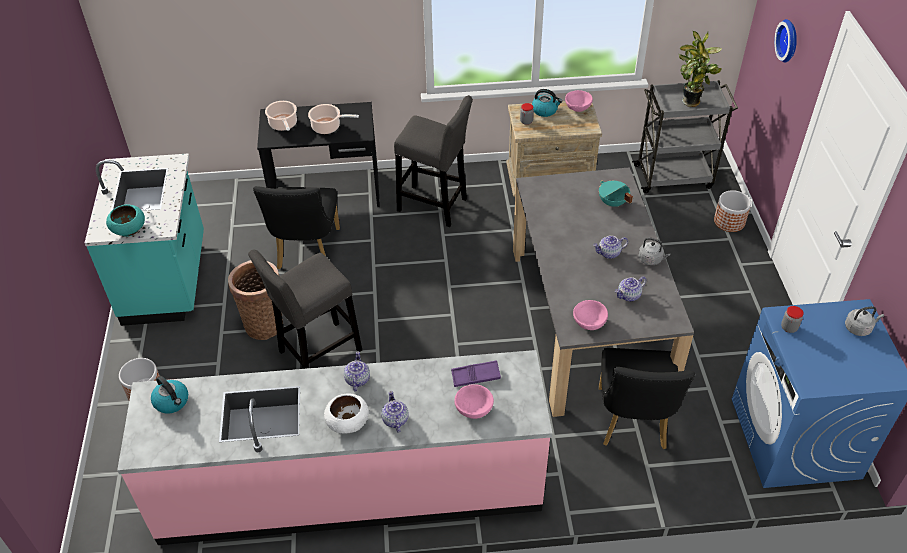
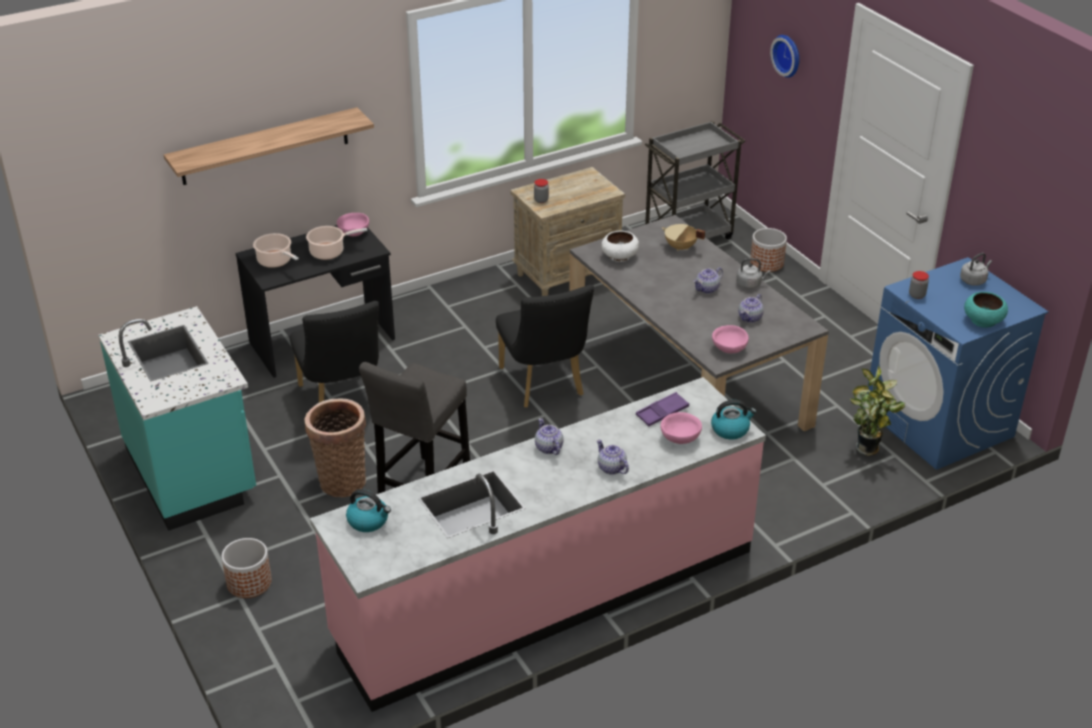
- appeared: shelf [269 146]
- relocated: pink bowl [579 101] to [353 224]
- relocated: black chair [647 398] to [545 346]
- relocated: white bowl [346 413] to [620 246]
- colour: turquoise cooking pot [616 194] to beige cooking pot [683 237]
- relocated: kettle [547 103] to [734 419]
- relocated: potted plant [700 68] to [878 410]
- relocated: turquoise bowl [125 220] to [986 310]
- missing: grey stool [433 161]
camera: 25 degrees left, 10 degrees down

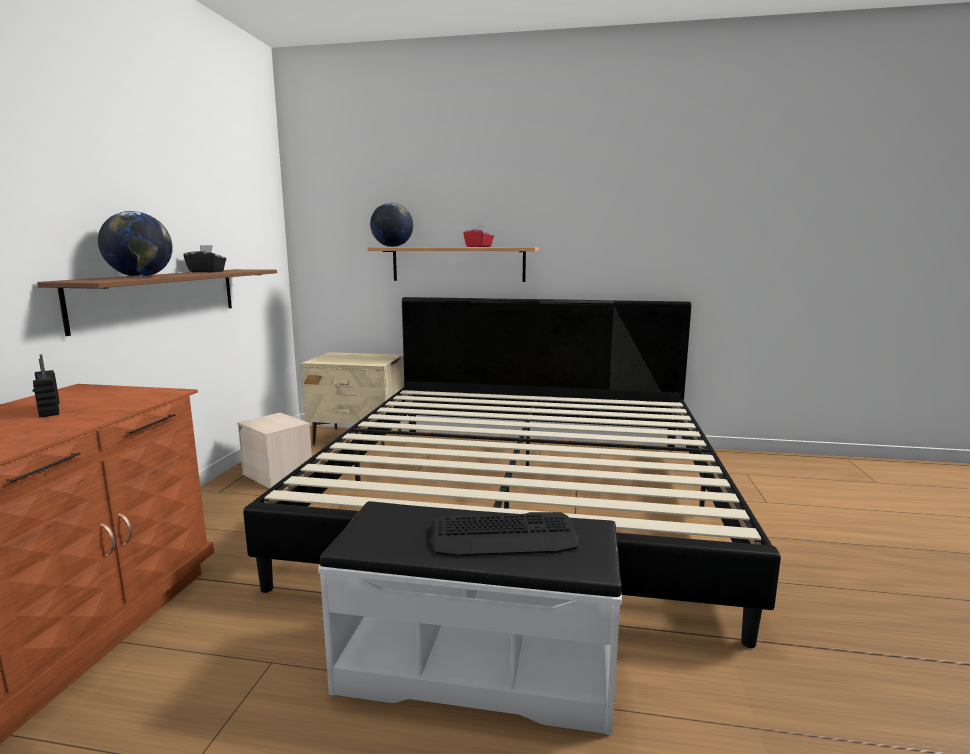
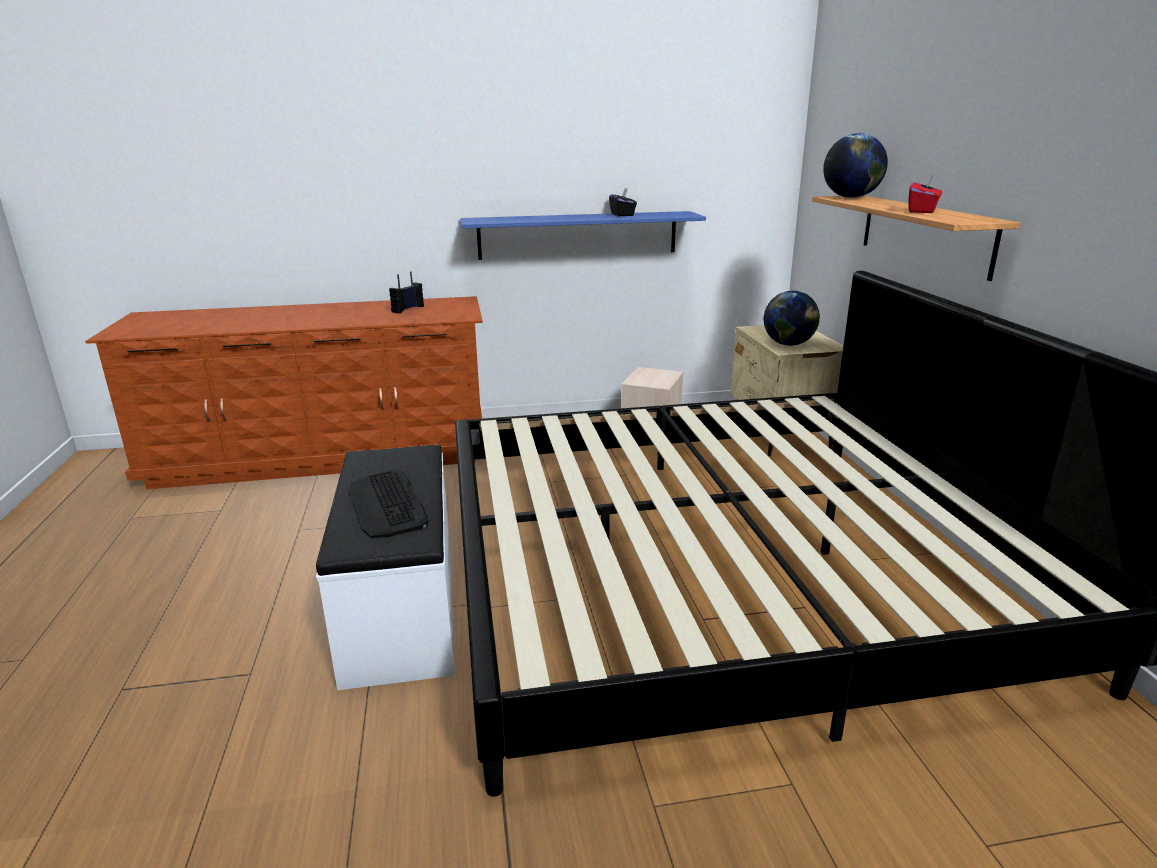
- colour: brown shelf [157 302] to blue shelf [583 235]
- relocated: globe [135 244] to [792 318]
camera: 70 degrees right, 10 degrees up

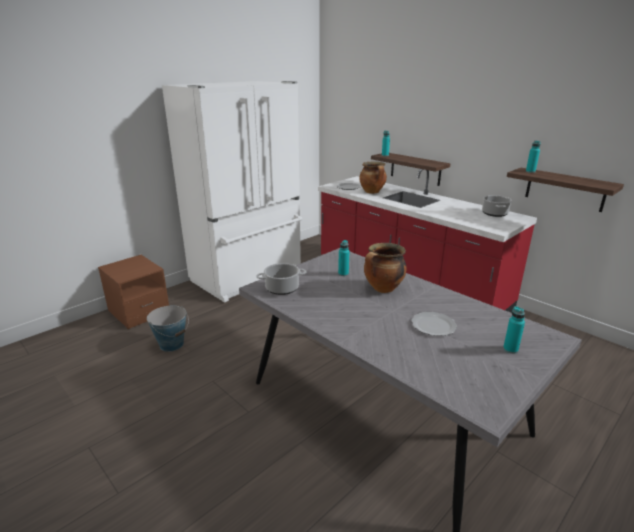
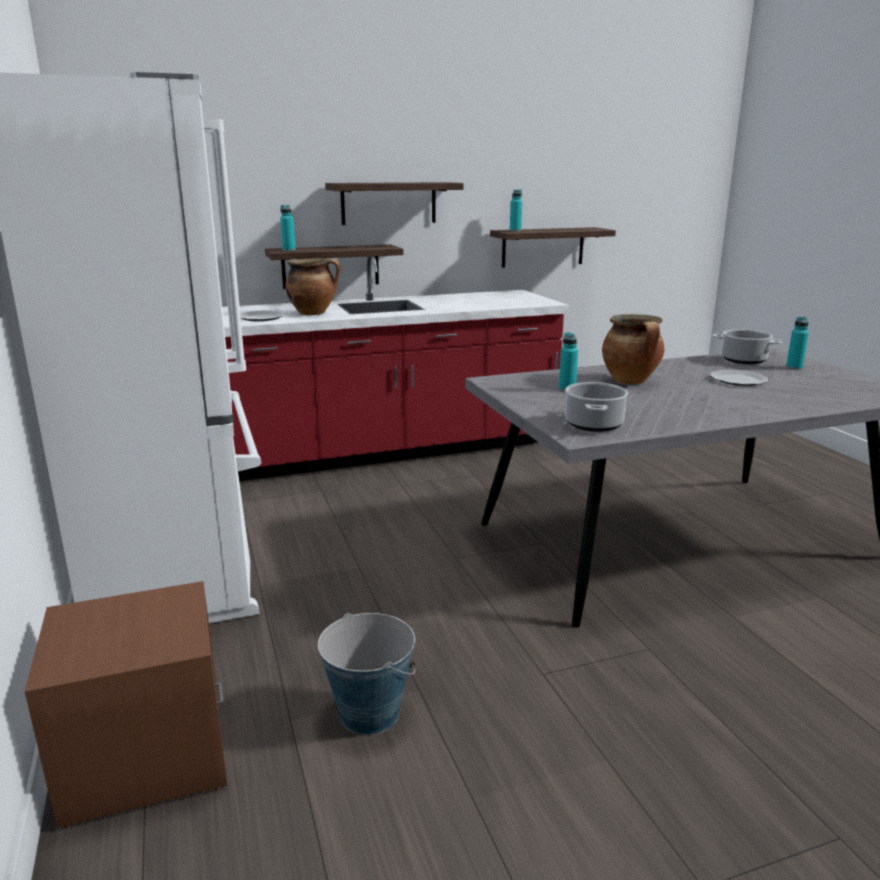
- appeared: shelf [394 203]
- relocated: cooking pot [497 206] to [747 346]
camera: 65 degrees left, 5 degrees down

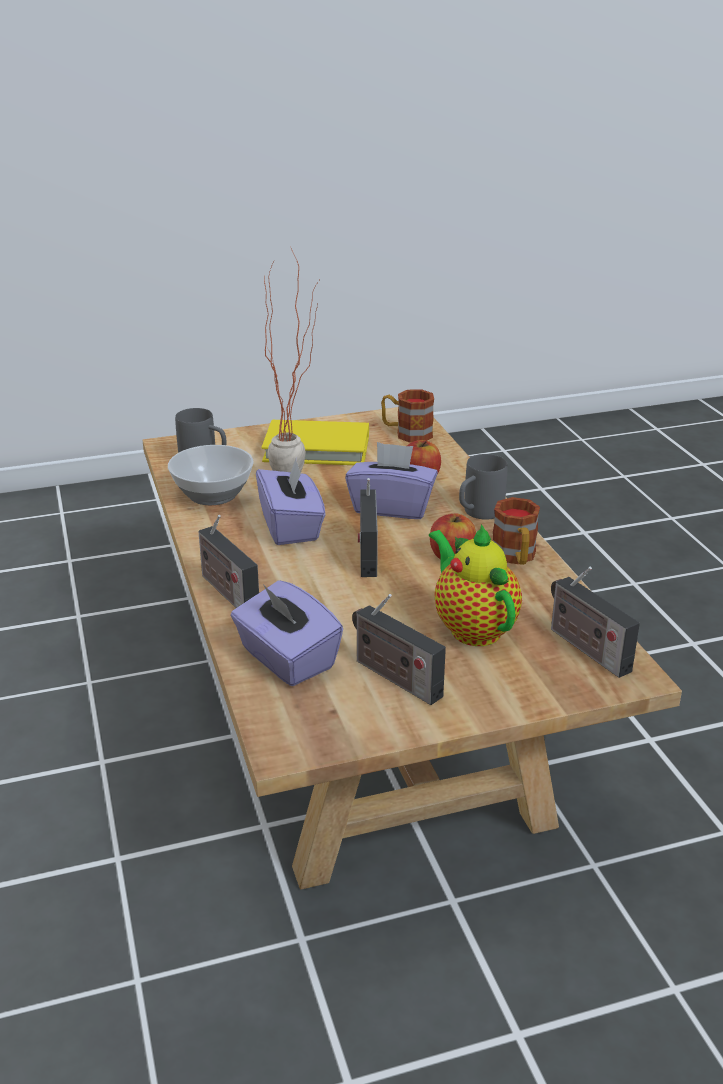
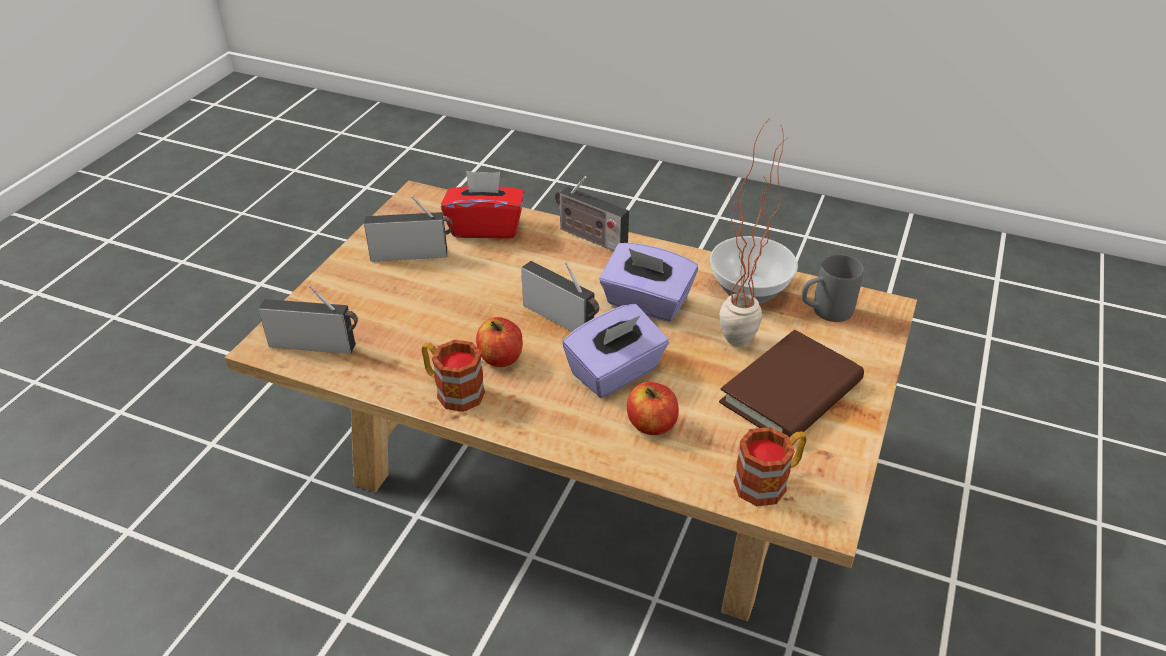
- colour: purple tissue box [287 633] to red tissue box [482 205]
- spun: radio [228 561] = [592 213] 150 degrees counterclockwise
- colour: yellow book [315 442] to brown book [791 384]
- missing: teapot [475 585]
- missing: grey mug [483 487]
camera: 130 degrees right, 10 degrees up

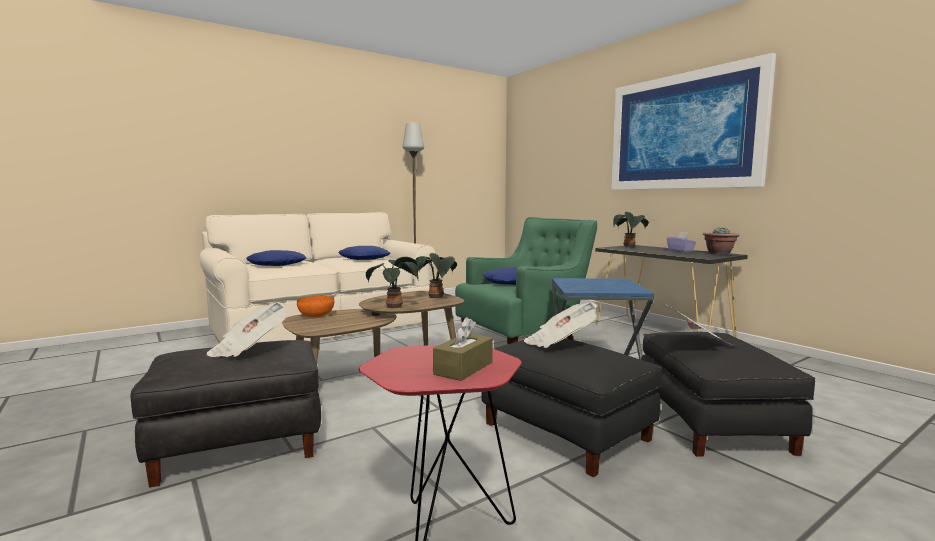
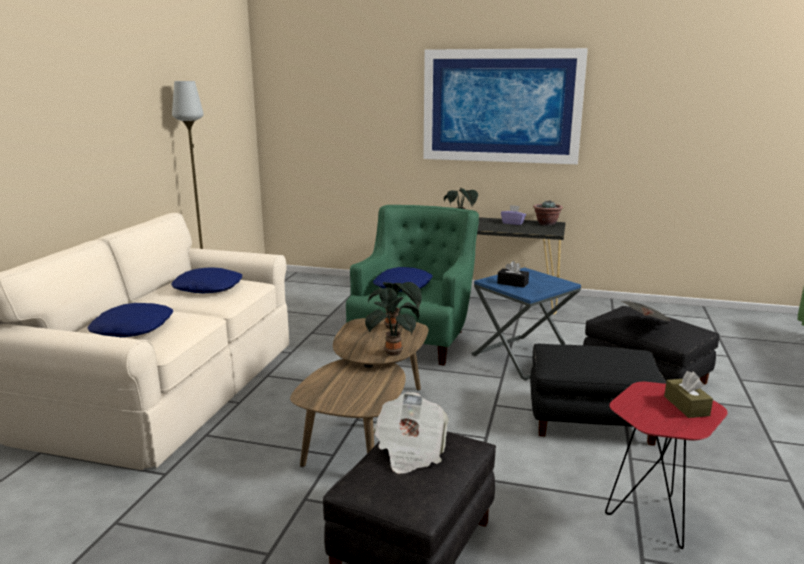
- appeared: black tissue box [513 274]
- missing: orange bowl [315 306]
- missing: newspaper [561 325]
camera: 40 degrees left, 10 degrees up

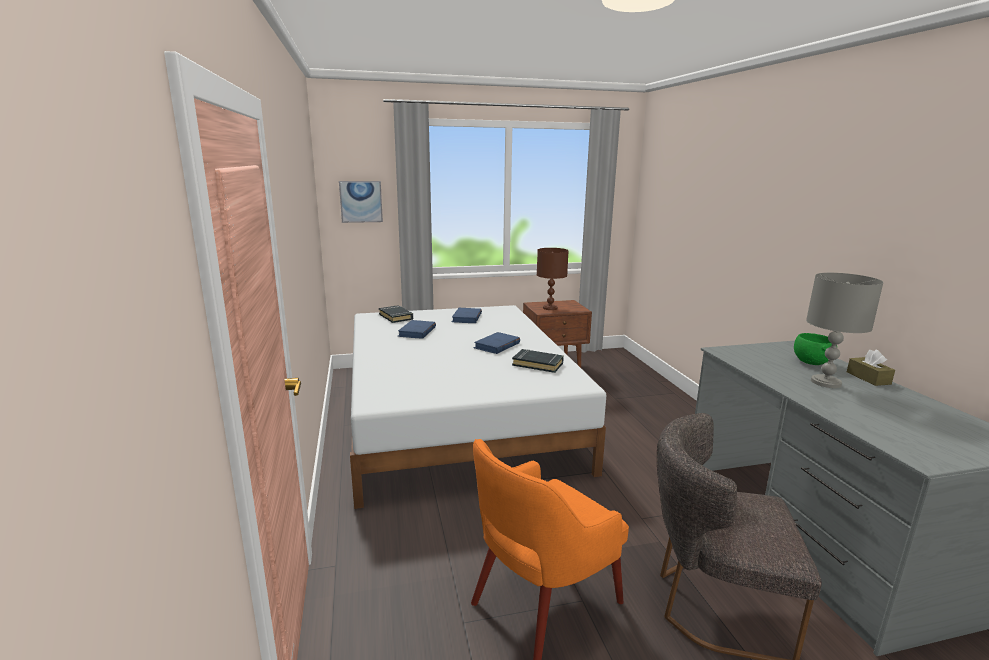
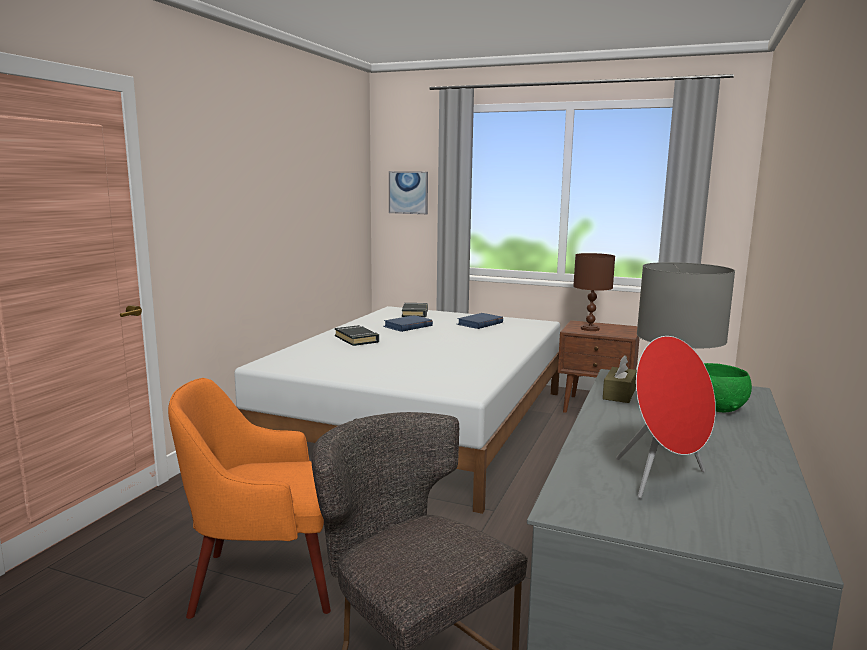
- relocated: black book [538 361] to [357 335]
- relocated: brown tissue box [871 368] to [620 379]
- appeared: red speaker [666 417]
- missing: blue book [496 343]
camera: 35 degrees right, 5 degrees down

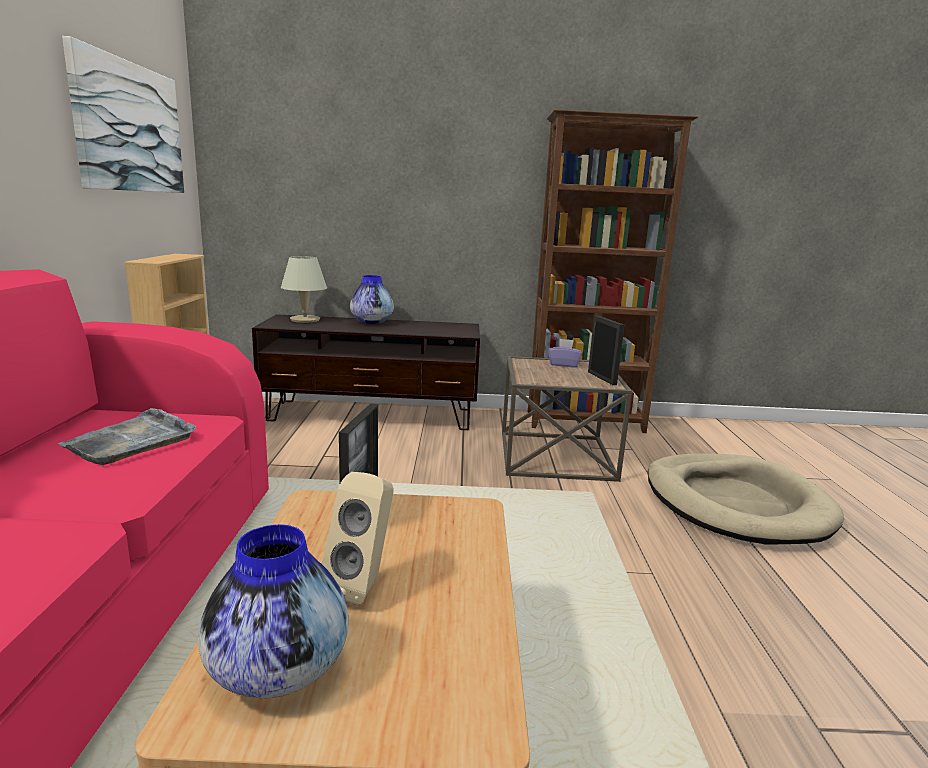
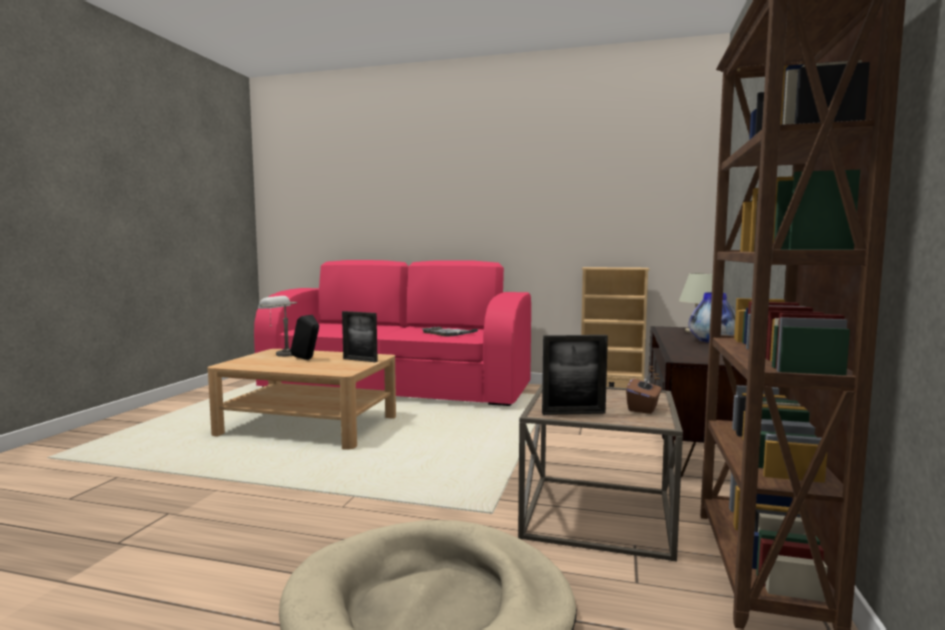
- exchanged: vase [273 611] to grey table lamp [277 326]
- colour: beige speaker [358 538] to black speaker [305 337]
- colour: purple tissue box [565 353] to brown tissue box [644 393]
- missing: picture [123 114]
camera: 105 degrees right, 10 degrees down

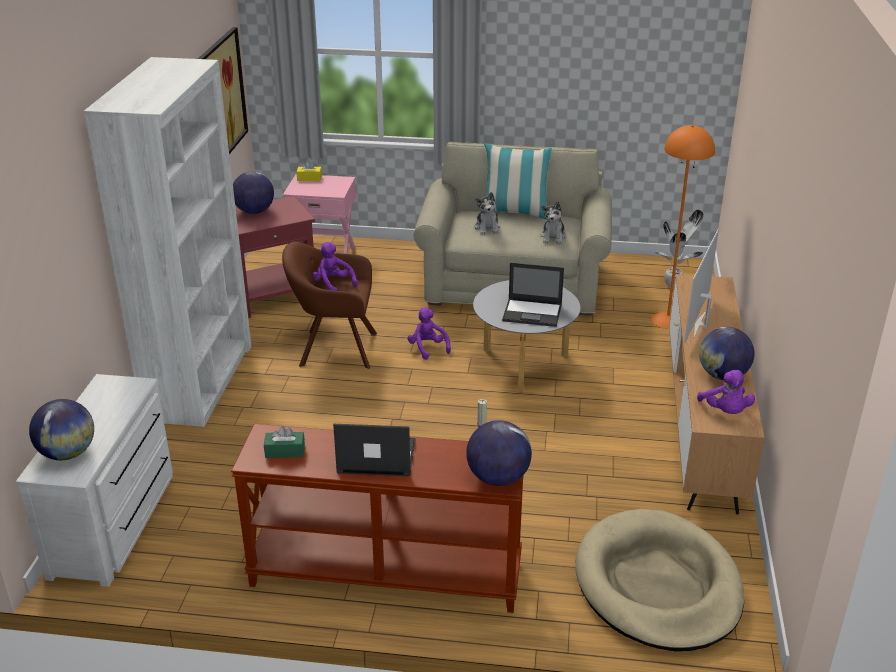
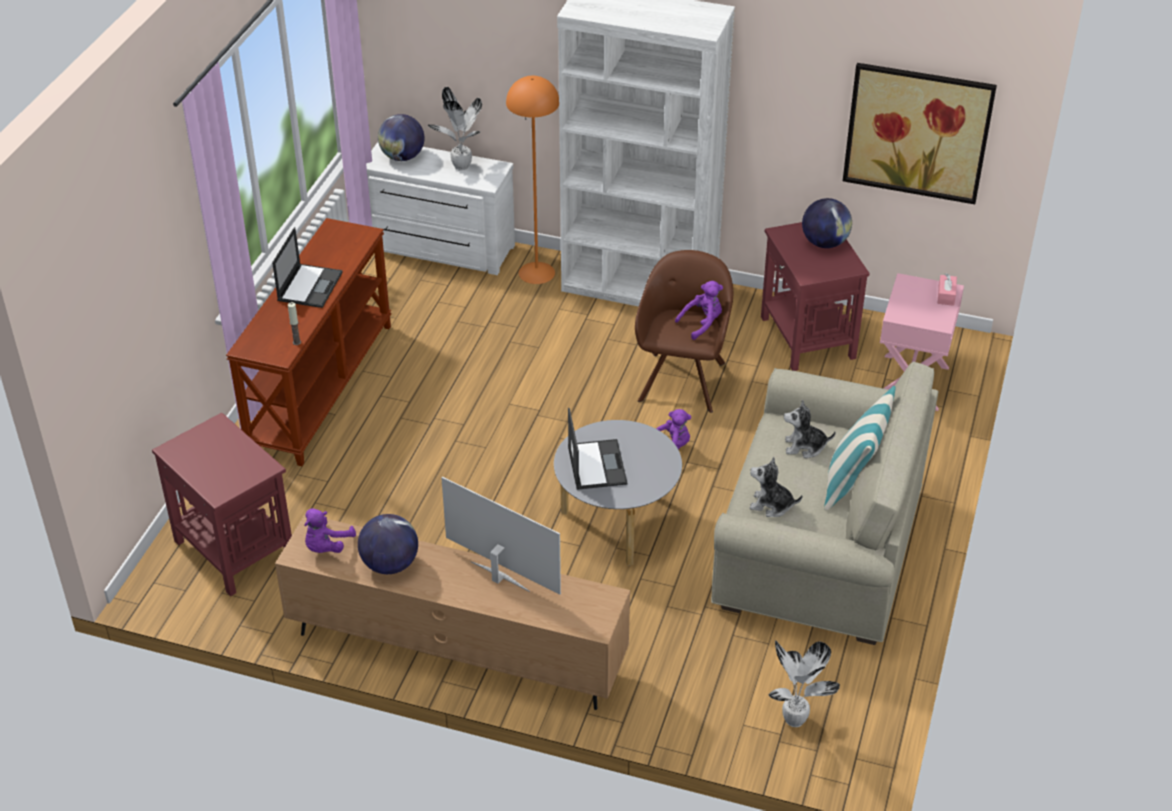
- exchanged: beige dog bed [659 580] to red side table [222 504]
- spun: purple plush toy [726 392] = [330 530] 60 degrees counterclockwise
- appeared: potted plant [455 129]
- relocated: orange floor lamp [683 227] to [532 180]
- spun: laptop [533 295] = [597 449] 150 degrees clockwise
- colour: yellow tissue box [309 170] to pink tissue box [947 289]
- missing: green tissue box [284 442]
- missing: globe [499 453]
camera: 100 degrees right, 10 degrees up

